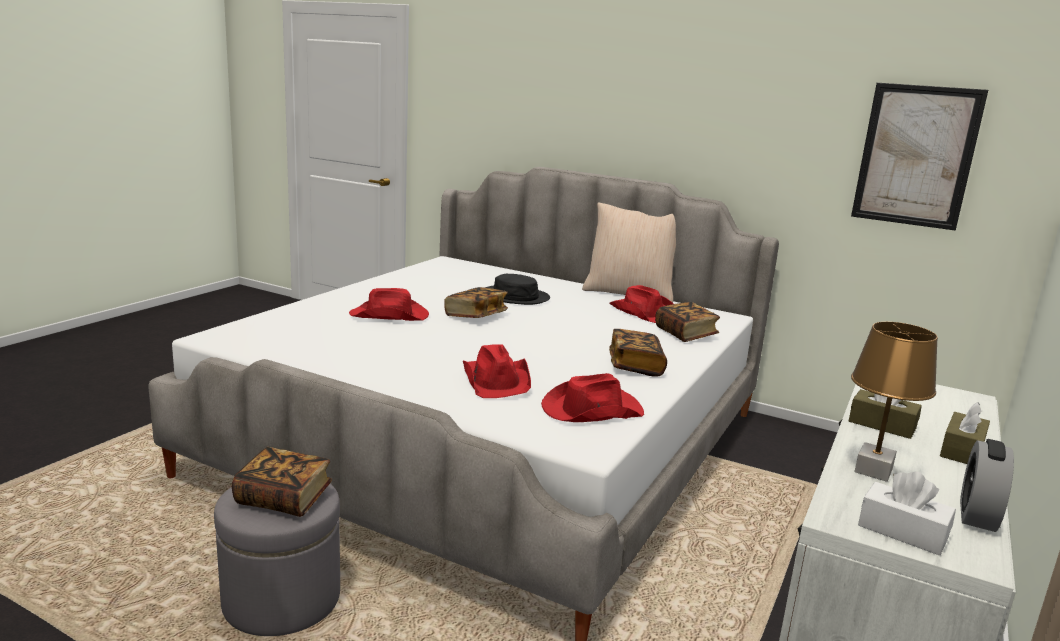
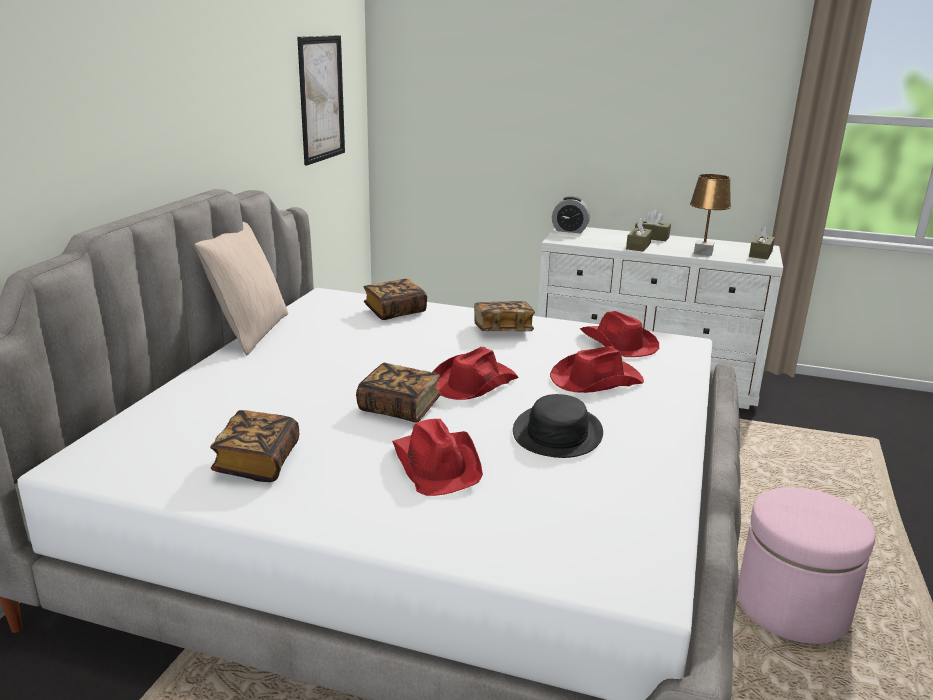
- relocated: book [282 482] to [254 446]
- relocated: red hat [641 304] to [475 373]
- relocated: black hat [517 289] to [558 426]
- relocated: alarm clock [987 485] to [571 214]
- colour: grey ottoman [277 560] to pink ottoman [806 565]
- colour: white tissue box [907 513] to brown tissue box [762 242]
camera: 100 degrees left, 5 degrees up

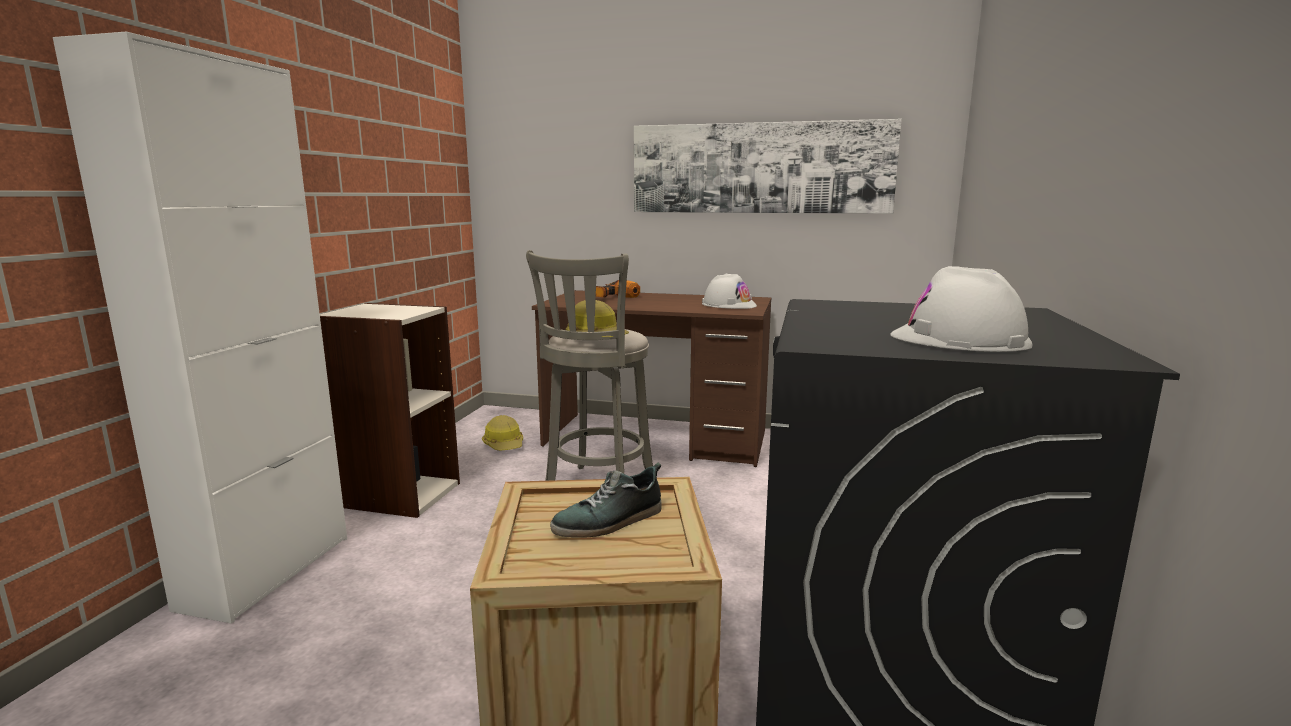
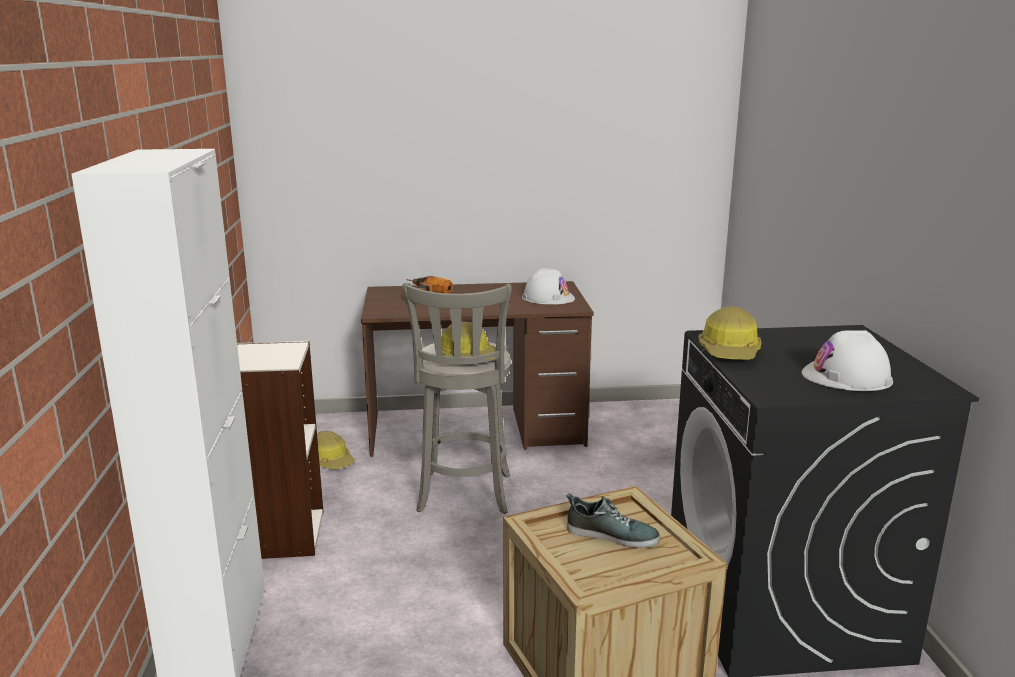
- spun: shoe [605 500] = [613 521] 105 degrees counterclockwise
- appeared: hard hat [730 332]
- missing: picture [768 166]
camera: 20 degrees left, 5 degrees up

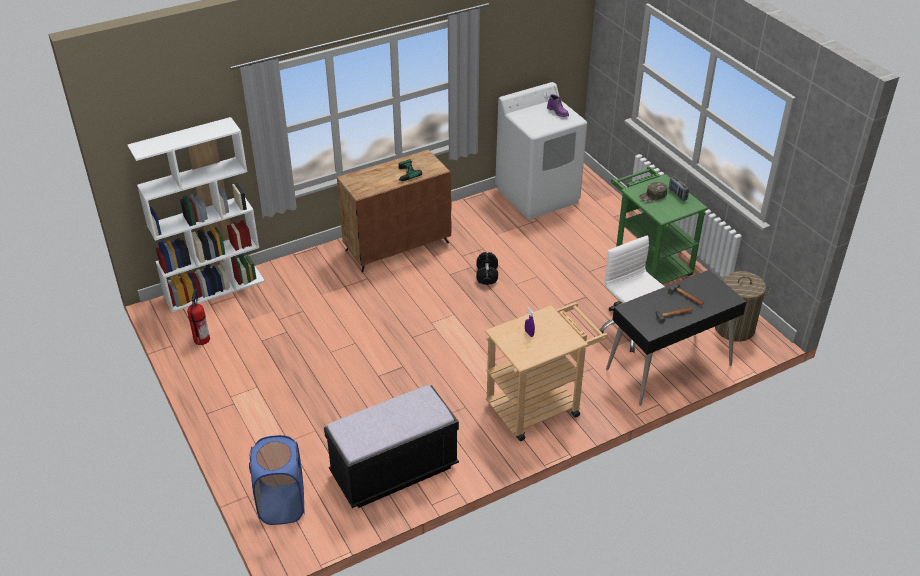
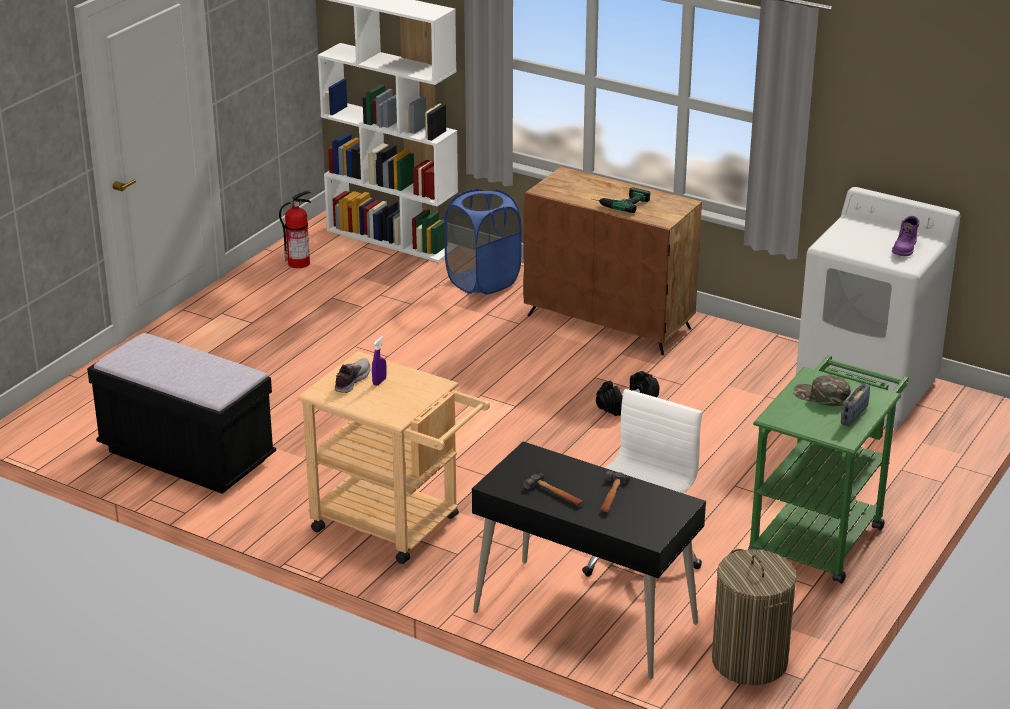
- appeared: shoe [352 375]
- relocated: blue laundry basket [277 480] to [483 242]
camera: 60 degrees right, 10 degrees down

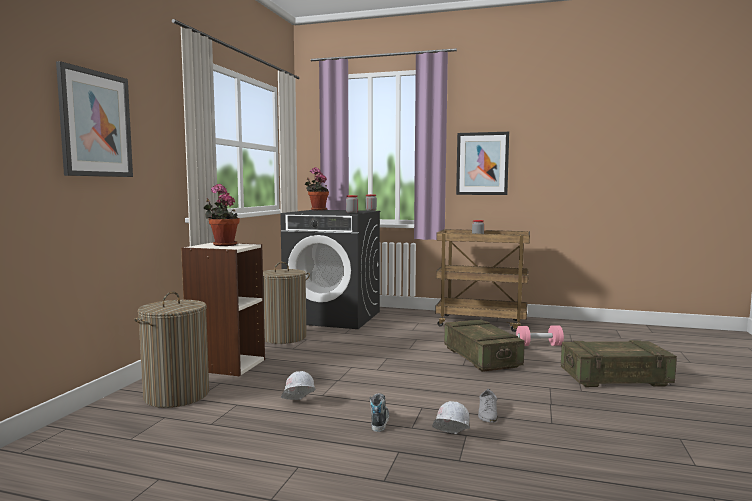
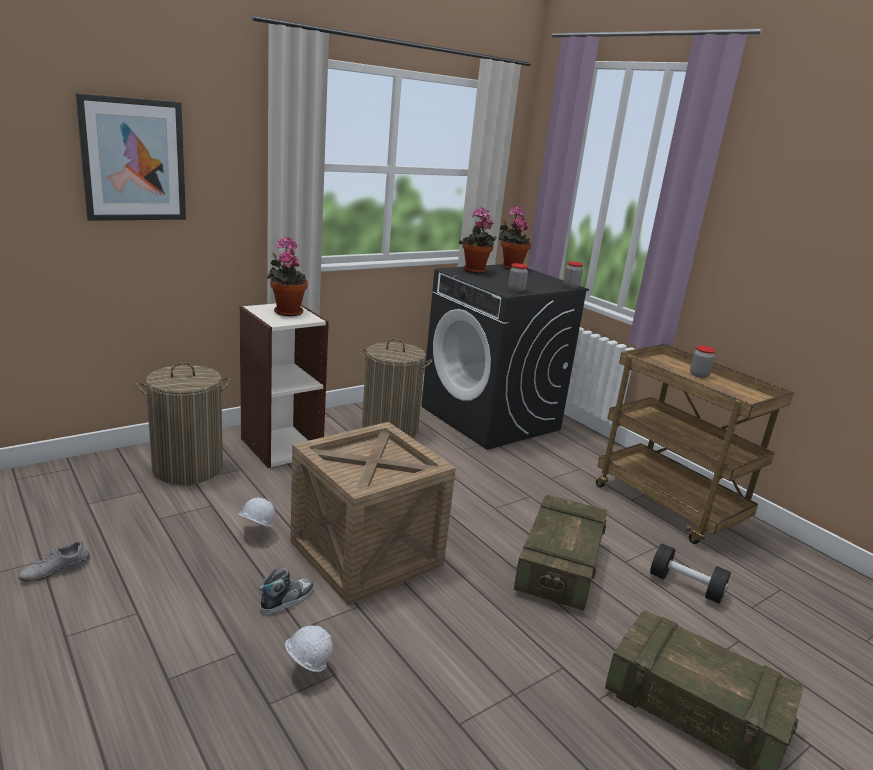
- relocated: grey shoe [488 406] to [54 562]
- appeared: crate [373 513]
- appeared: potted plant [478 240]
- colour: pink dumbbell [540 335] to black dumbbell [690 574]
- missing: picture [482 163]
camera: 35 degrees right, 15 degrees up

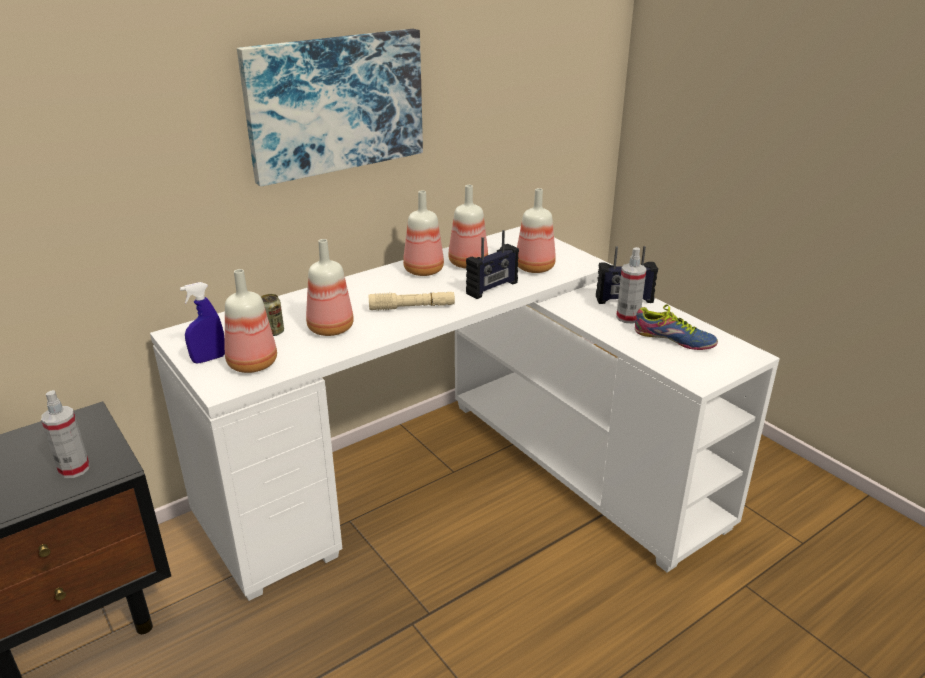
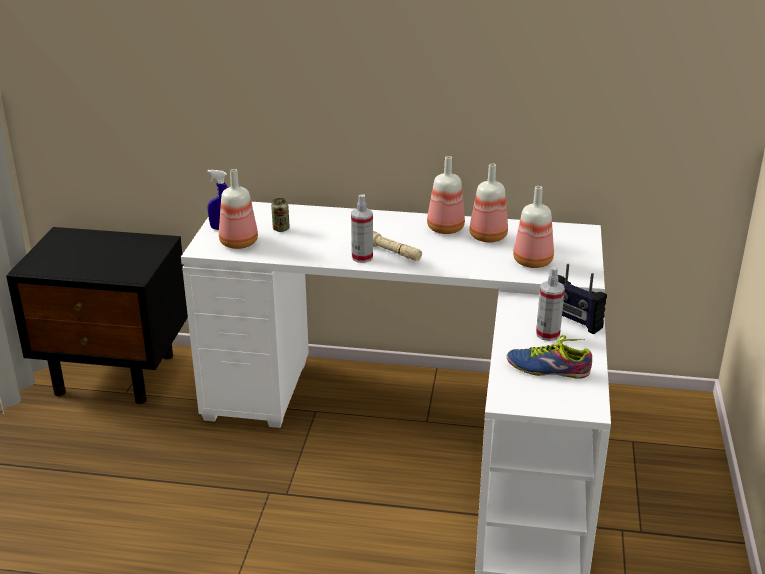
- relocated: spray bottle [65 434] to [362 228]
- spun: shoe [676 327] = [549 357] 120 degrees clockwise
- missing: picture [330 107]
- missing: bottle [330 287]
- missing: radio [492 264]
camera: 45 degrees right, 0 degrees up

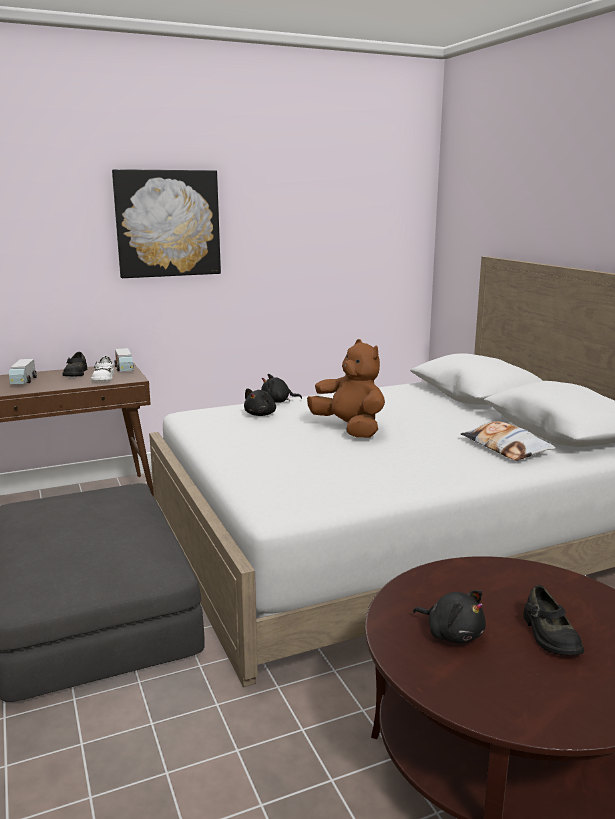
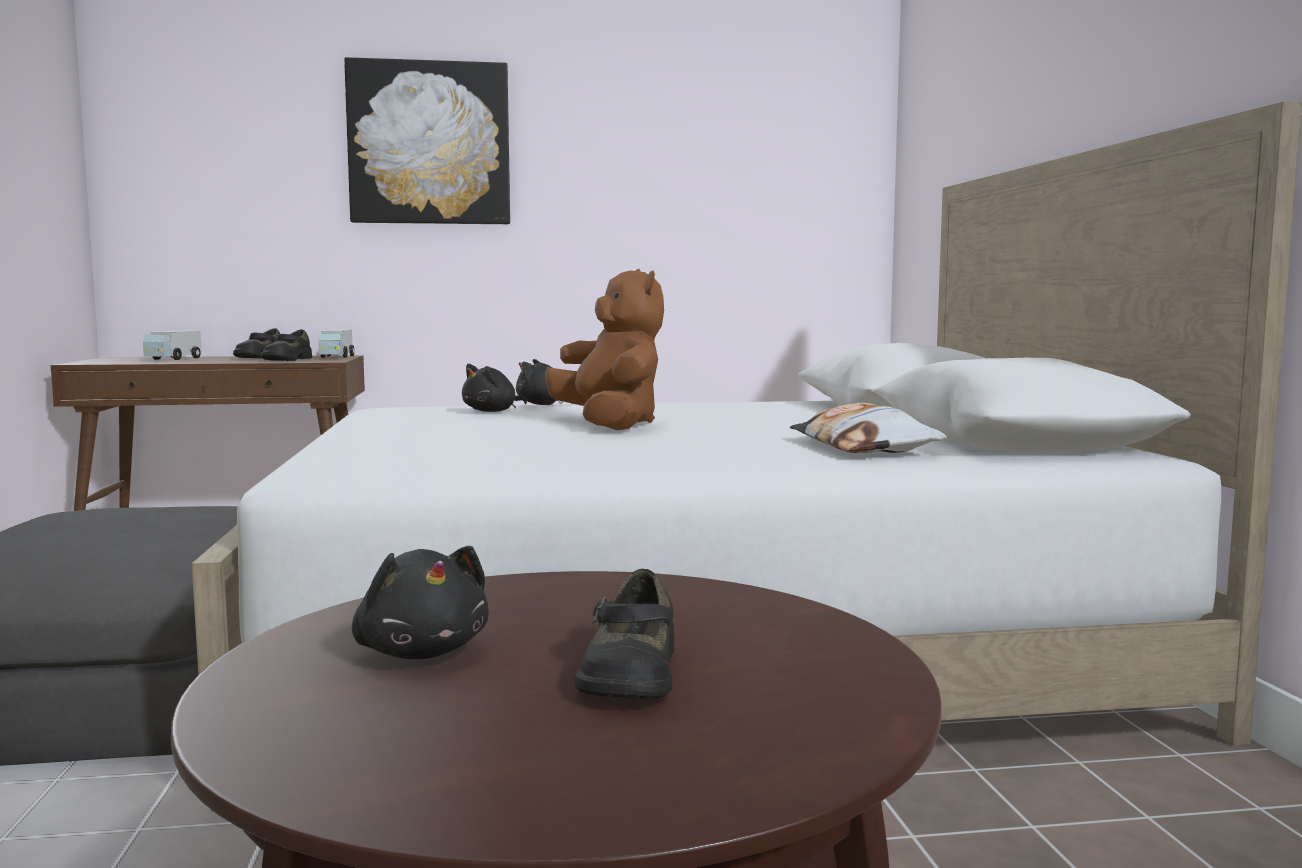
- colour: white shoe [102 368] to black shoe [286 345]
camera: 15 degrees right, 10 degrees down

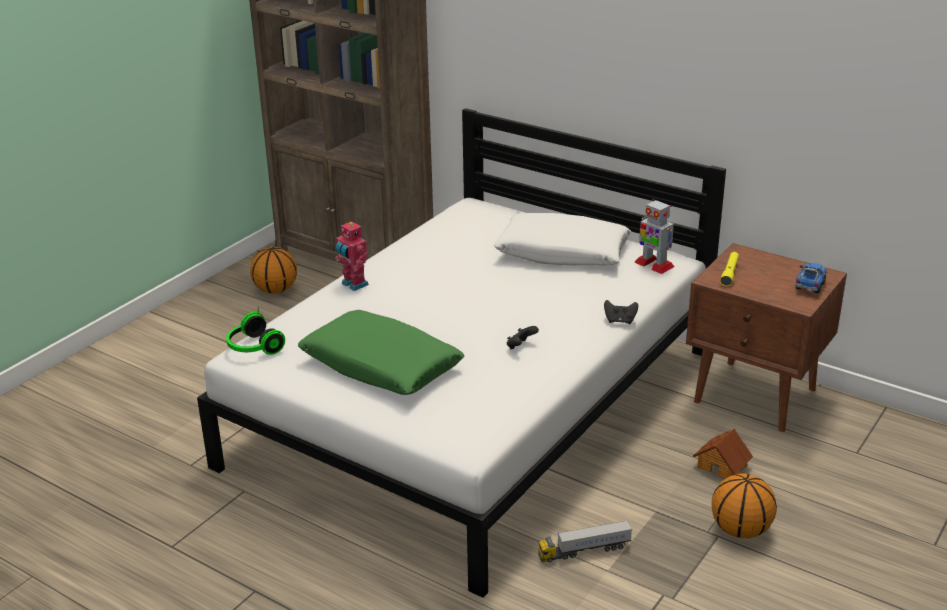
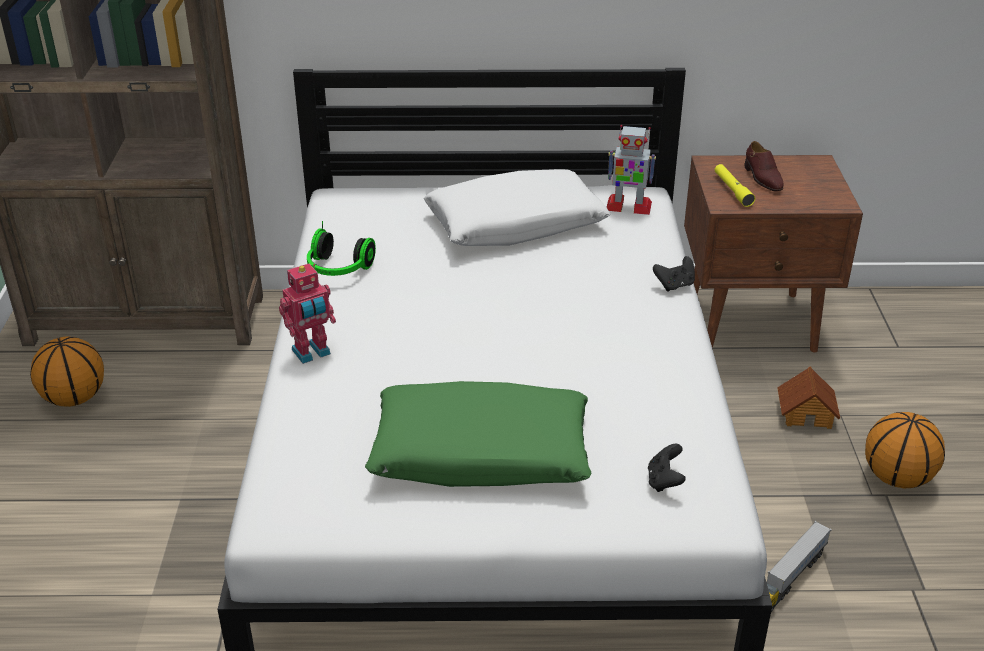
- spun: toy robot [352 256] = [307 314] 45 degrees counterclockwise
- relocated: headphones [255 331] to [341 248]
- relocated: black game controller [523 337] to [667 468]
- appeared: brown shoe [764 166]
- missing: toy truck [811 278]
camera: 35 degrees left, 5 degrees up

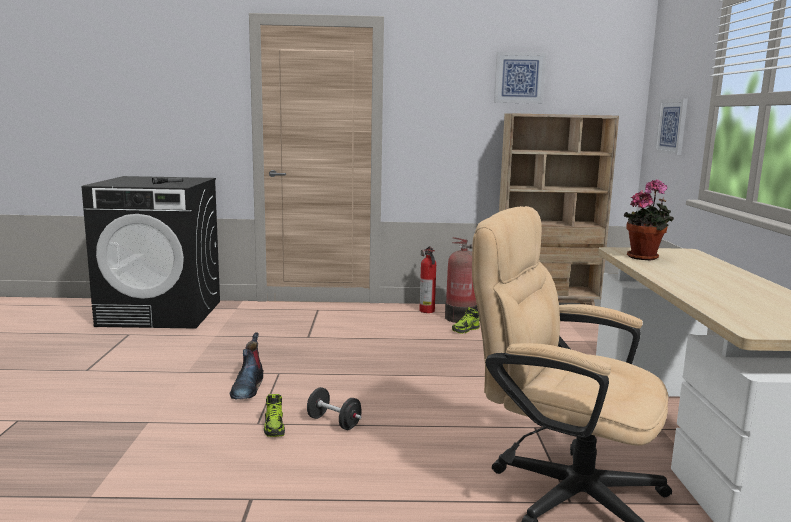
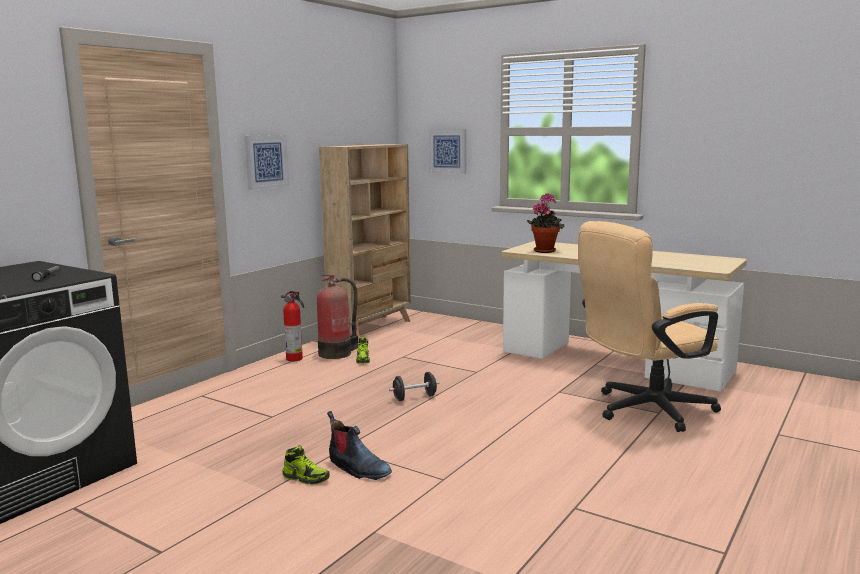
- relocated: picture [520 78] to [267 162]
- relocated: shoe [274 415] to [306 465]
- relocated: black dumbbell [334 408] to [414 386]
camera: 55 degrees left, 0 degrees up

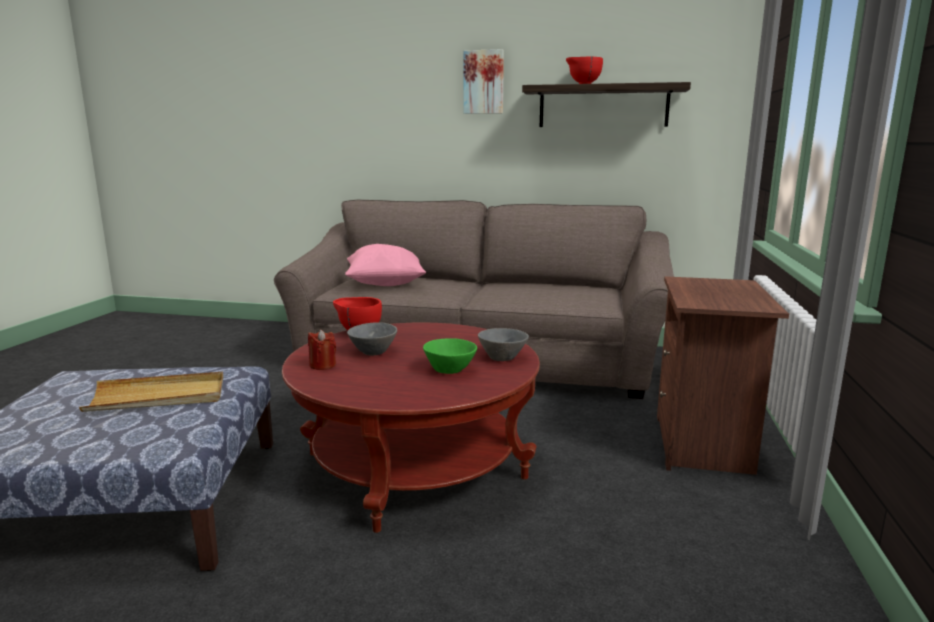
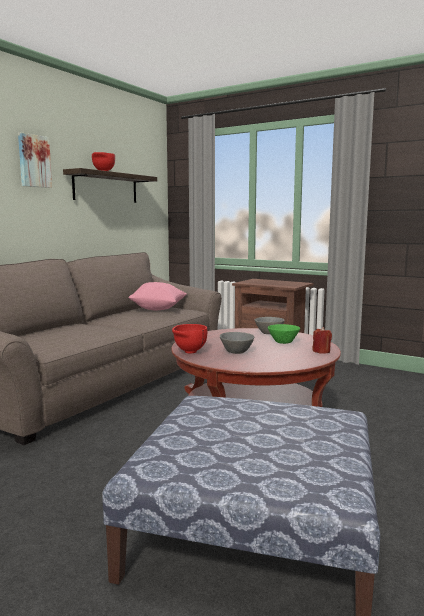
- relocated: pink pillow [385 265] to [157 296]
- relocated: red candle [322 350] to [322 340]
- missing: beige tray [151 392]
camera: 70 degrees left, 5 degrees down

